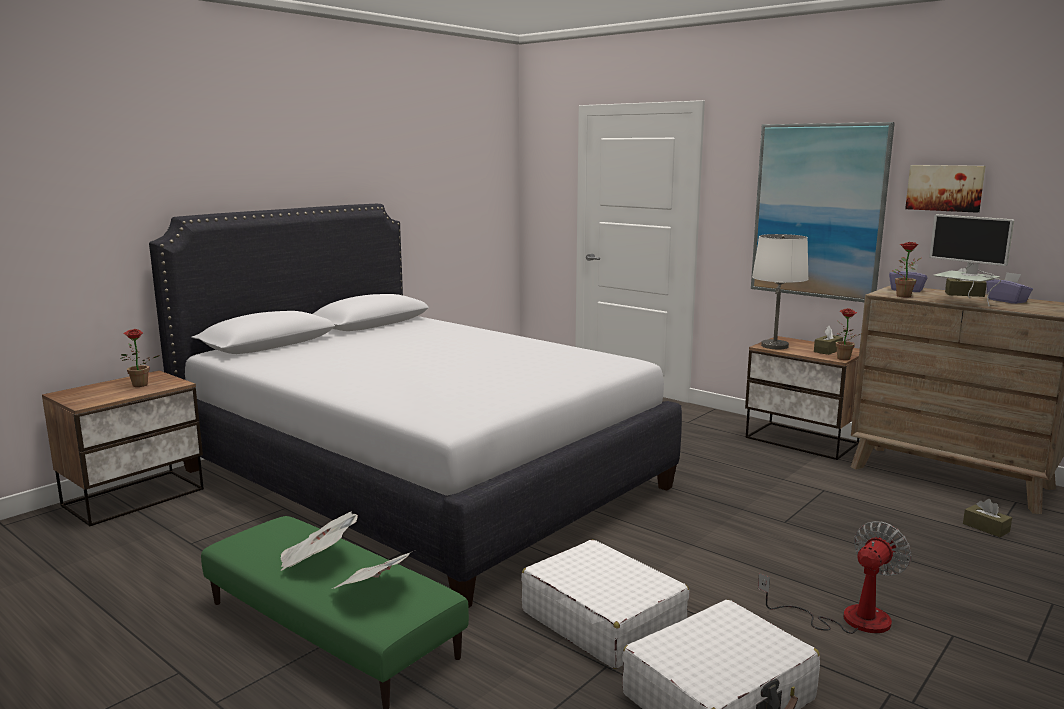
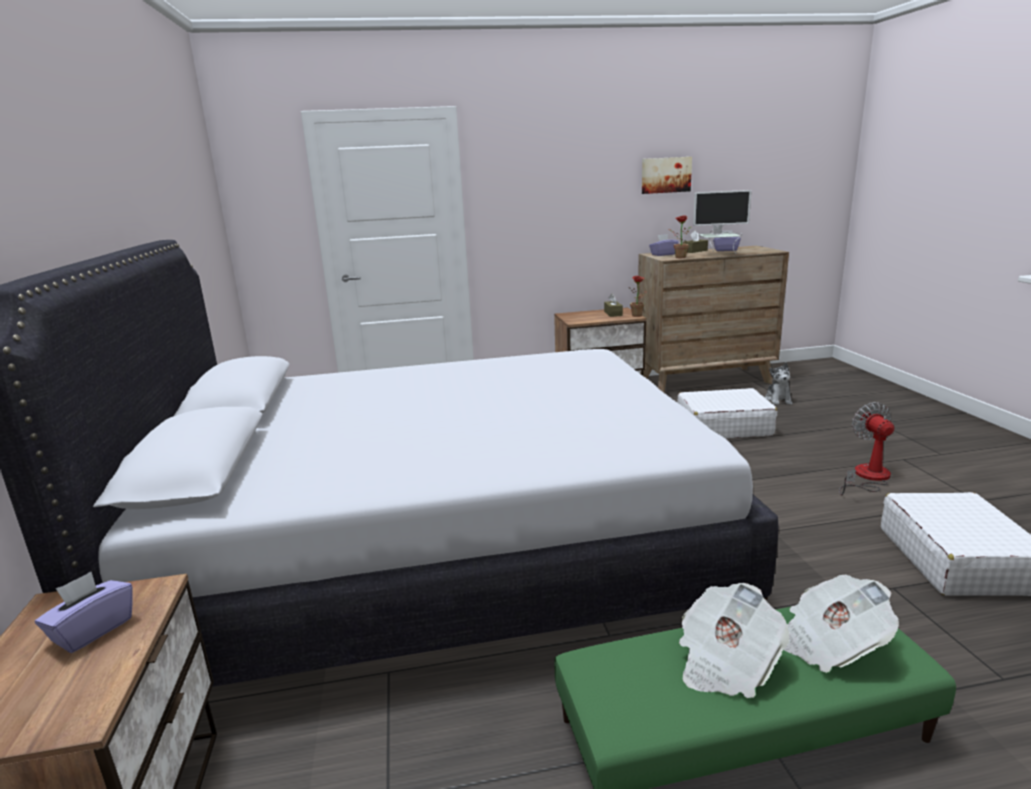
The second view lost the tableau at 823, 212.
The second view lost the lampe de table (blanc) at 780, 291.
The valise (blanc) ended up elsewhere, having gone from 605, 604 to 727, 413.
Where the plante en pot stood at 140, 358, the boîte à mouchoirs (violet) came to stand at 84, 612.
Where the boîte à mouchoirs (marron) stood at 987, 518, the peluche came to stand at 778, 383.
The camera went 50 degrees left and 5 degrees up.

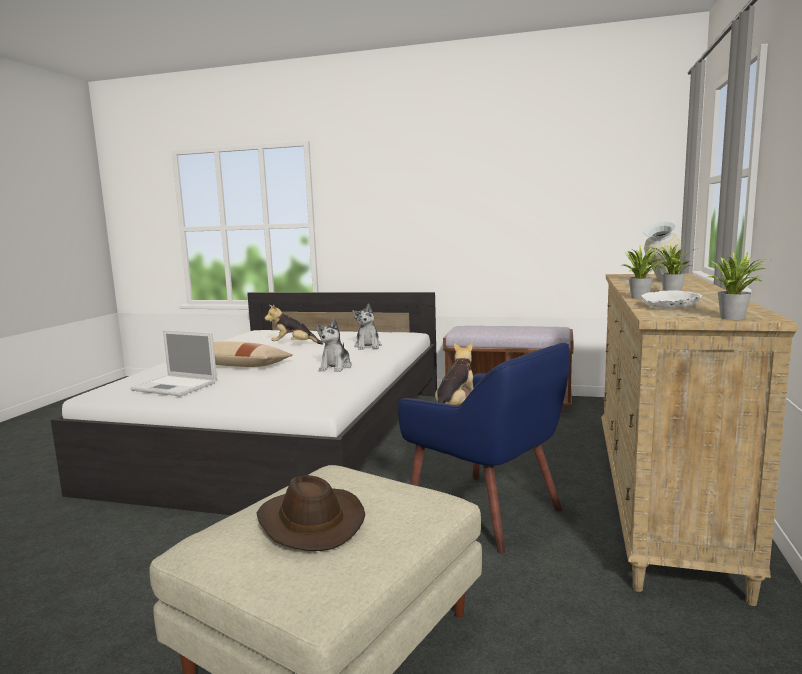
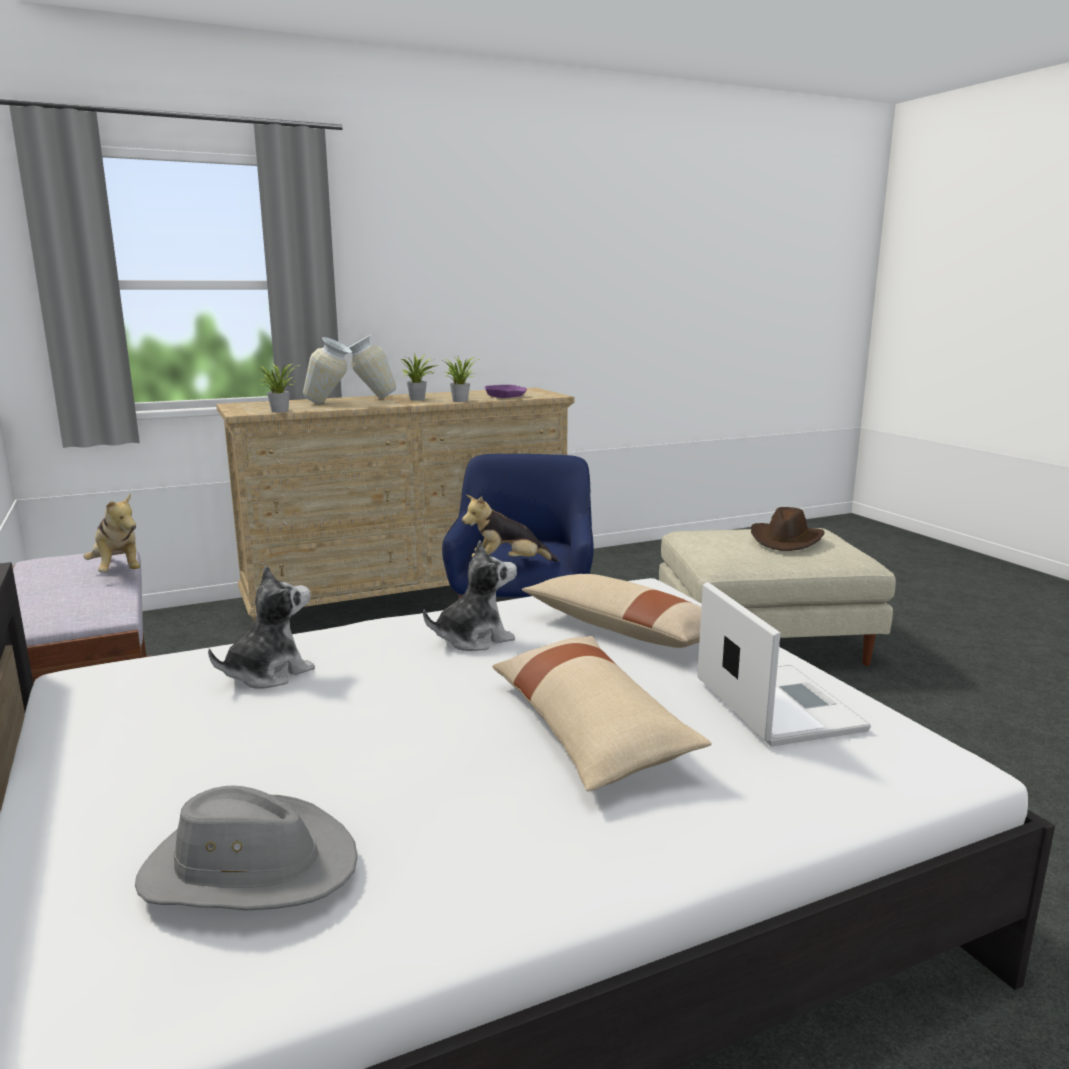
The second view gained the chapeau (gris) at 246, 847.
The second view gained the vase at 372, 366.
The second view gained the coussin (beige) at 611, 611.
The peluche ended up elsewhere, having gone from 294, 325 to 111, 532.
The plante en pot ended up elsewhere, having gone from 738, 285 to 279, 387.
What was the bol (blanc) at 671, 299 turned into the bol (violet) at 506, 391.
The camera went 130 degrees left and 5 degrees up.

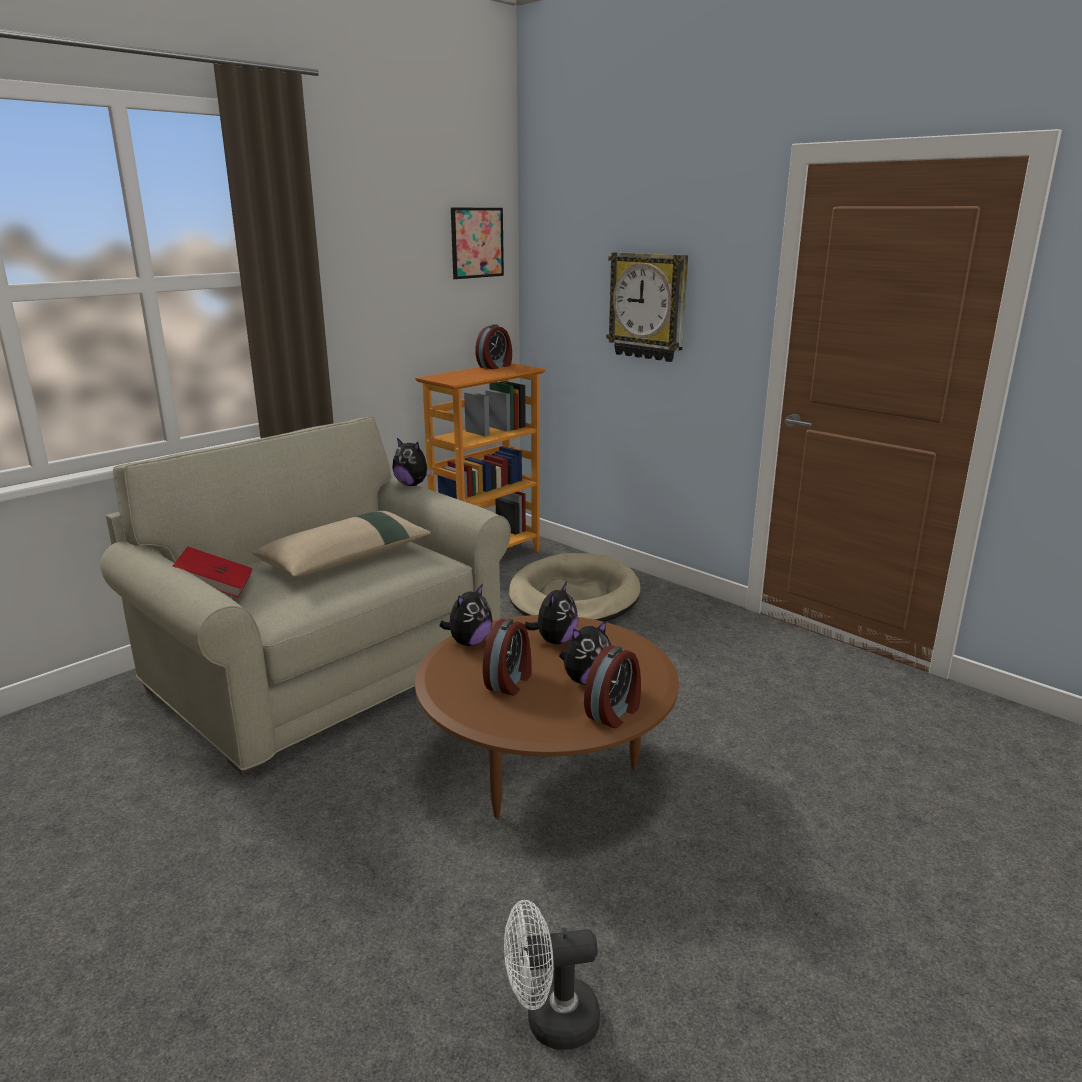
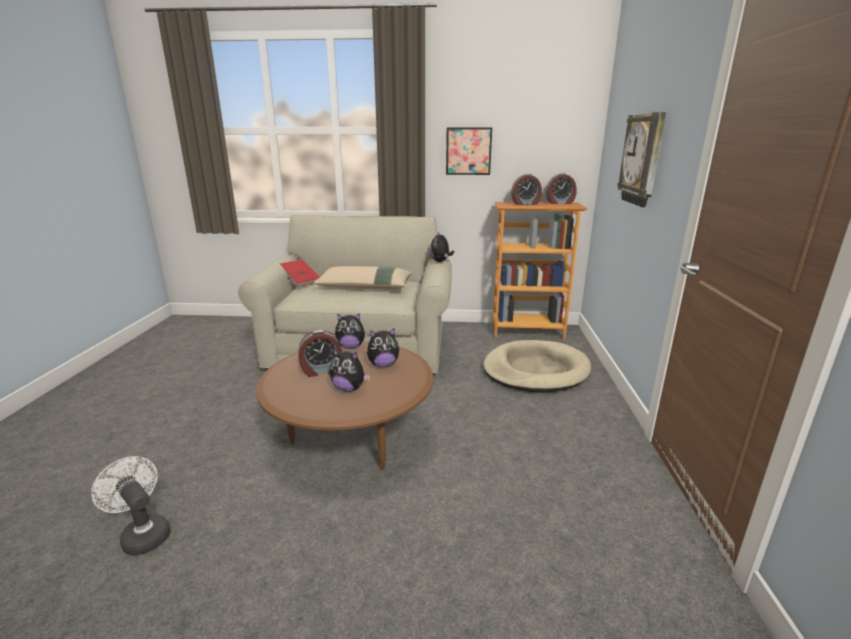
The tableau ended up elsewhere, having gone from 477, 243 to 469, 151.
The réveil ended up elsewhere, having gone from 612, 686 to 526, 189.
The camera went 50 degrees right and 0 degrees up.

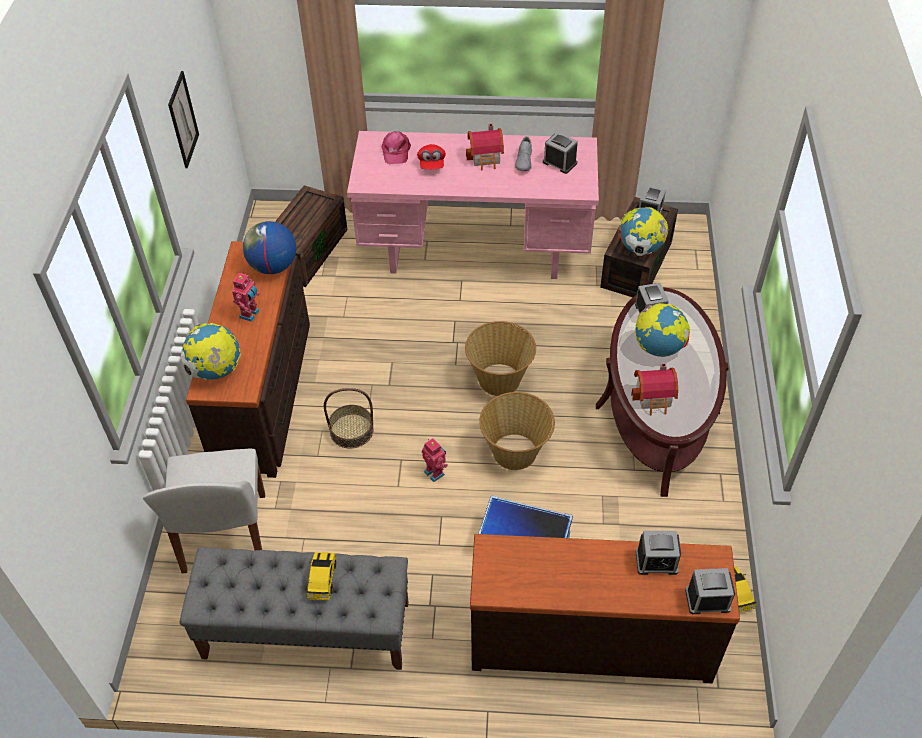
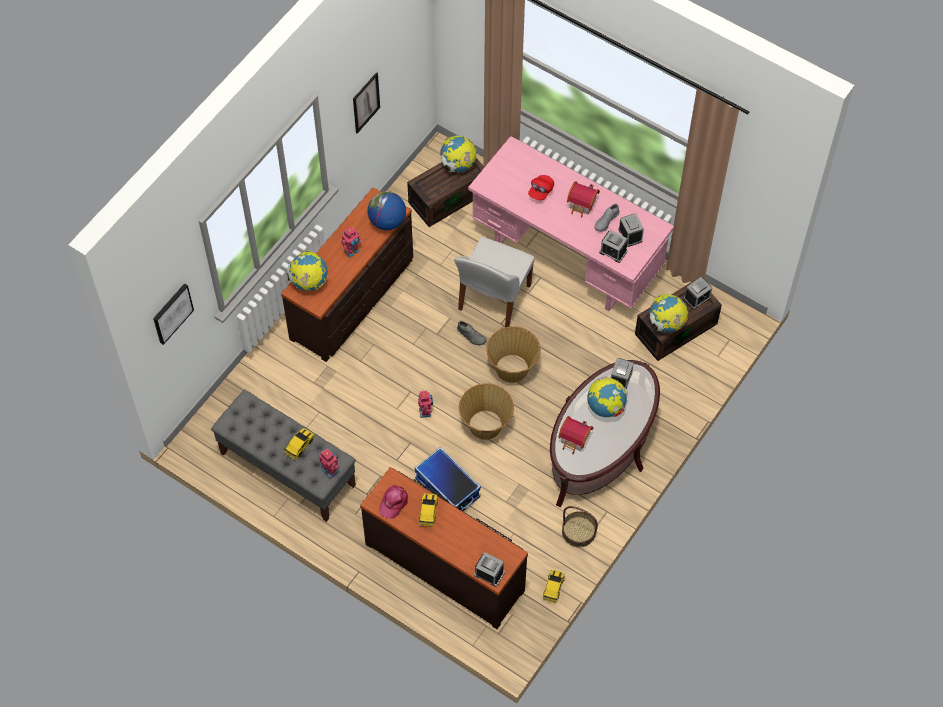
The second view gained the tableau at 173, 314.
The second view gained the robot jouet at 329, 463.
The second view gained the petite voiture at 428, 510.
The second view gained the globe at 458, 154.
The second view gained the chaussure (gris) at 472, 333.
The chaise (blanc) ended up elsewhere, having gone from 204, 511 to 494, 282.
The panier ended up elsewhere, having gone from 348, 418 to 580, 526.
The casquette (rose) ended up elsewhere, having gone from 396, 147 to 393, 502.
The réveil ended up elsewhere, having gone from 658, 553 to 613, 246.
The camera went 30 degrees right and 10 degrees up.

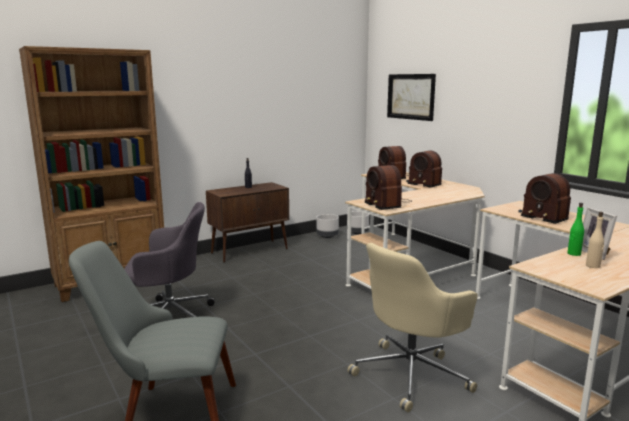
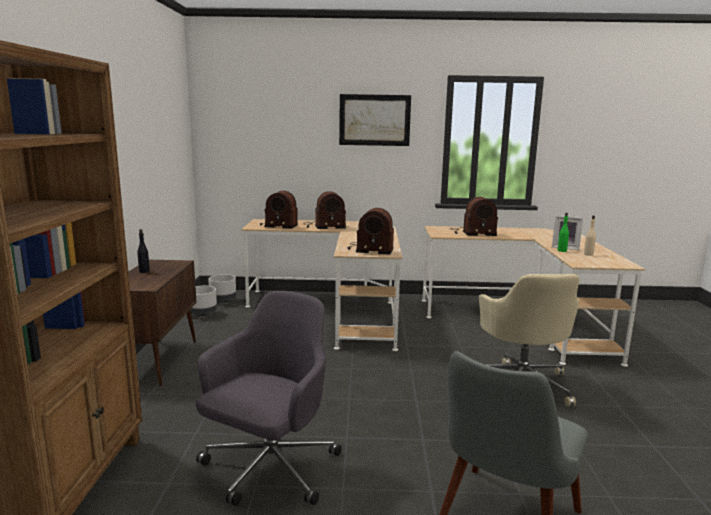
The tableau ended up elsewhere, having gone from 411, 97 to 375, 120.
The camera went 55 degrees left and 0 degrees up.

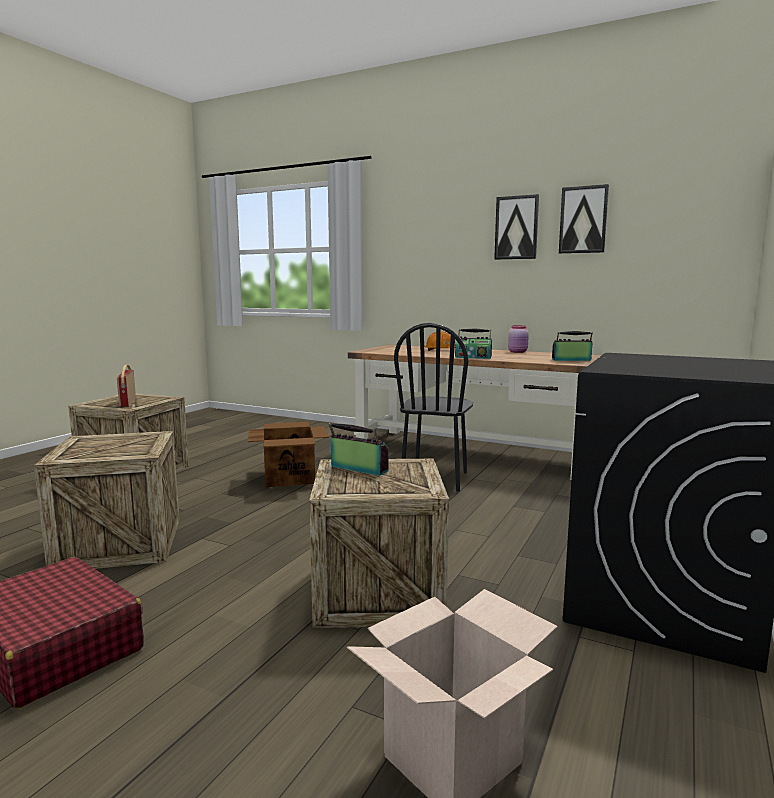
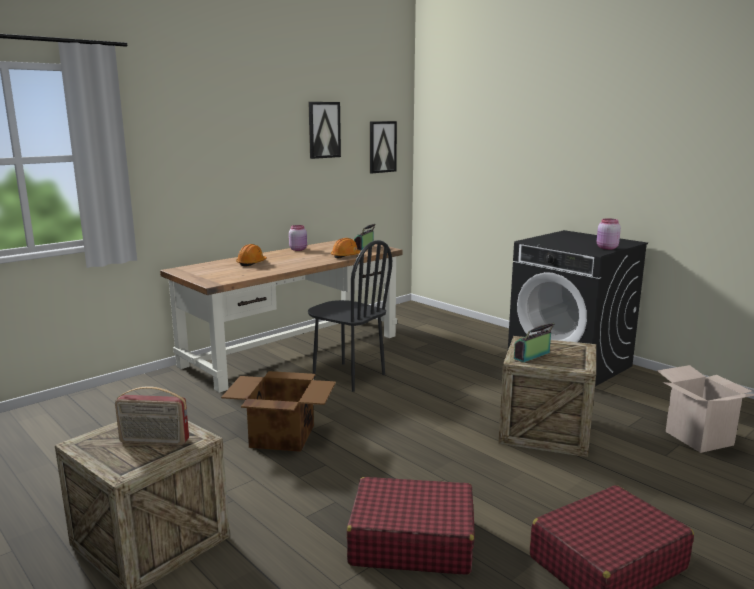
The second view lost the radio at 473, 343.
The second view gained the casque de chantier (orange) at 346, 248.
The second view gained the bocal (rose) at 609, 234.
The tableau ended up elsewhere, having gone from 516, 227 to 383, 147.
Where the caisse stood at 106, 500, the valise (rouge) came to stand at 410, 526.
The camera went 70 degrees left and 5 degrees up.

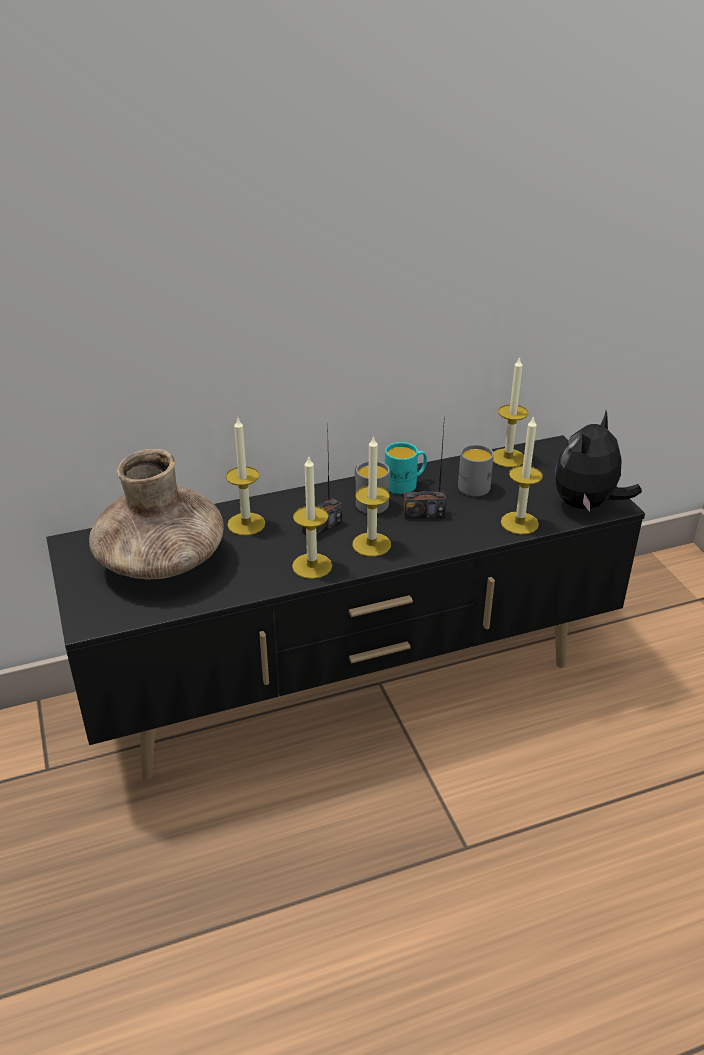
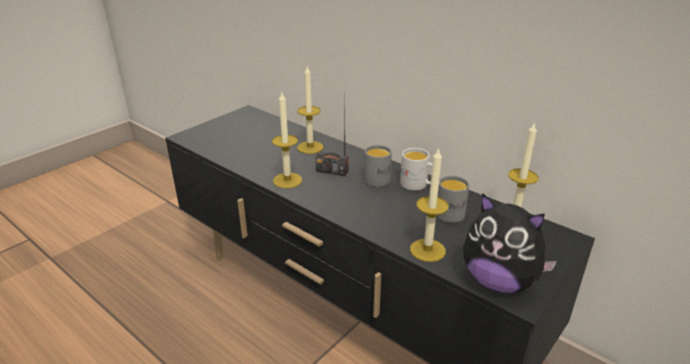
The second view lost the vase (marron) at 156, 514.
The second view lost the bougie at 371, 496.
The second view lost the radio at 424, 467.
What was the mug (turquoise) at 406, 468 turned into the mug (blanc) at 416, 169.
The peluche at 598, 461 ended up facing another way, 150 degrees counterclockwise from before.
The camera went 60 degrees right and 5 degrees down.

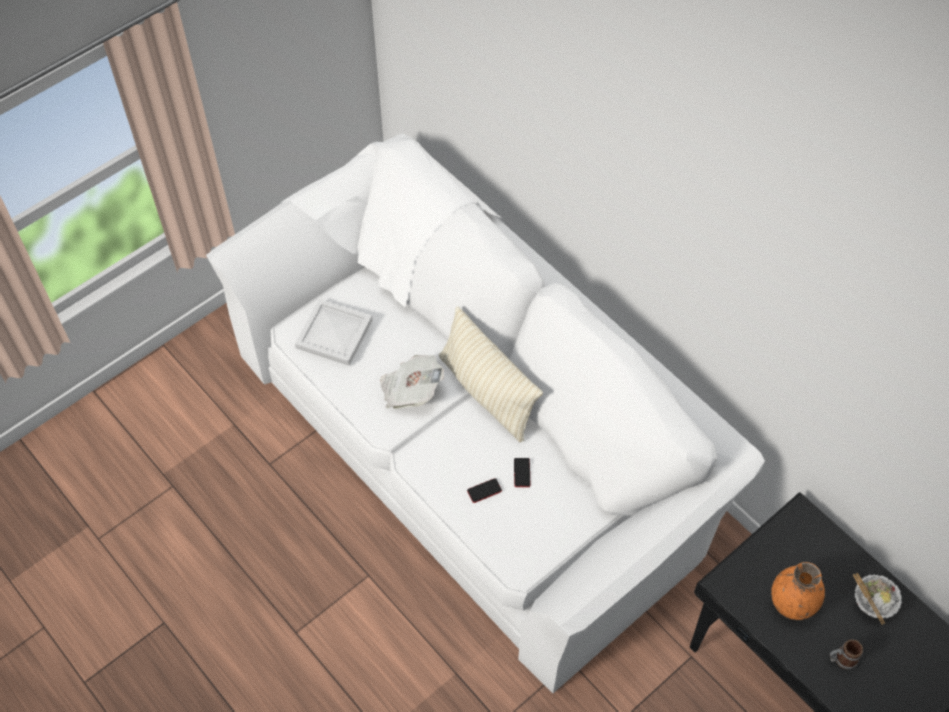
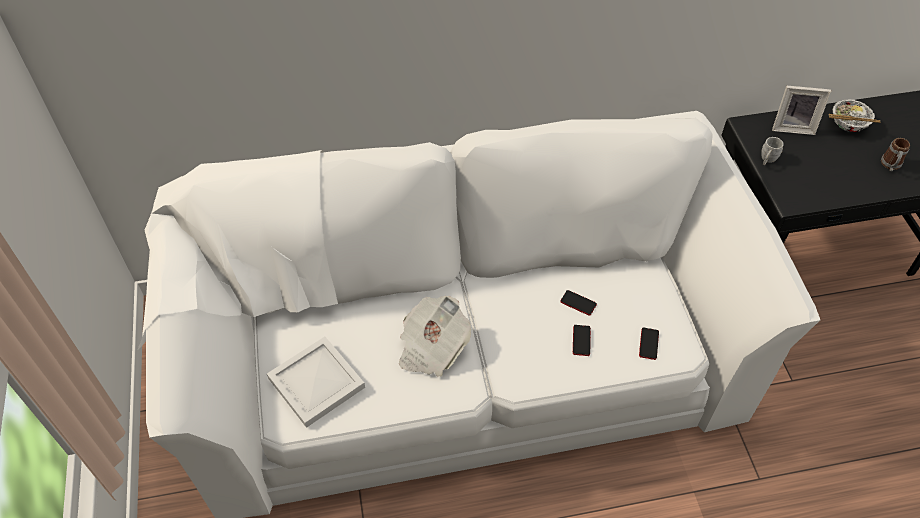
The second view lost the coussin (beige) at 491, 374.
The second view lost the vase (orange) at 798, 591.
The second view gained the téléphone at 649, 343.
The second view gained the mug (gris) at 772, 151.
The second view gained the cadre photo at 801, 110.
The camera went 60 degrees left and 5 degrees down.

